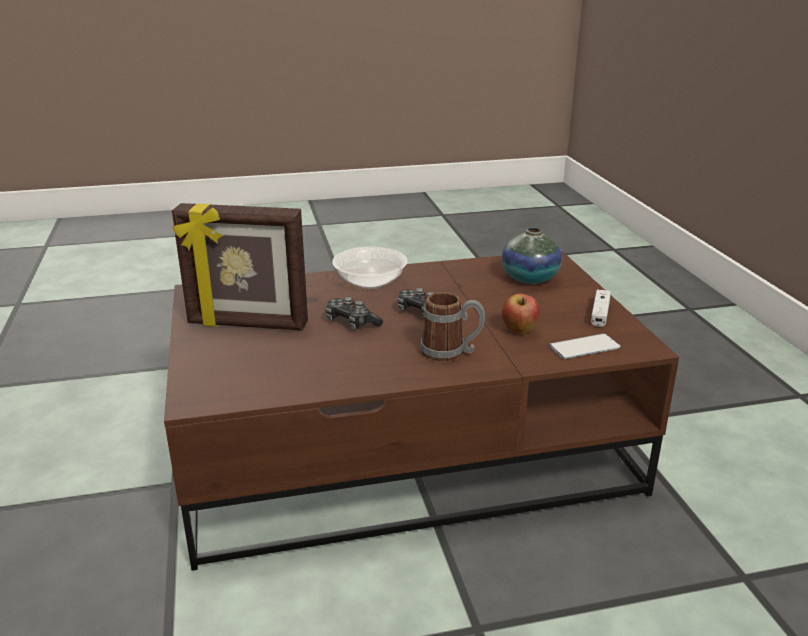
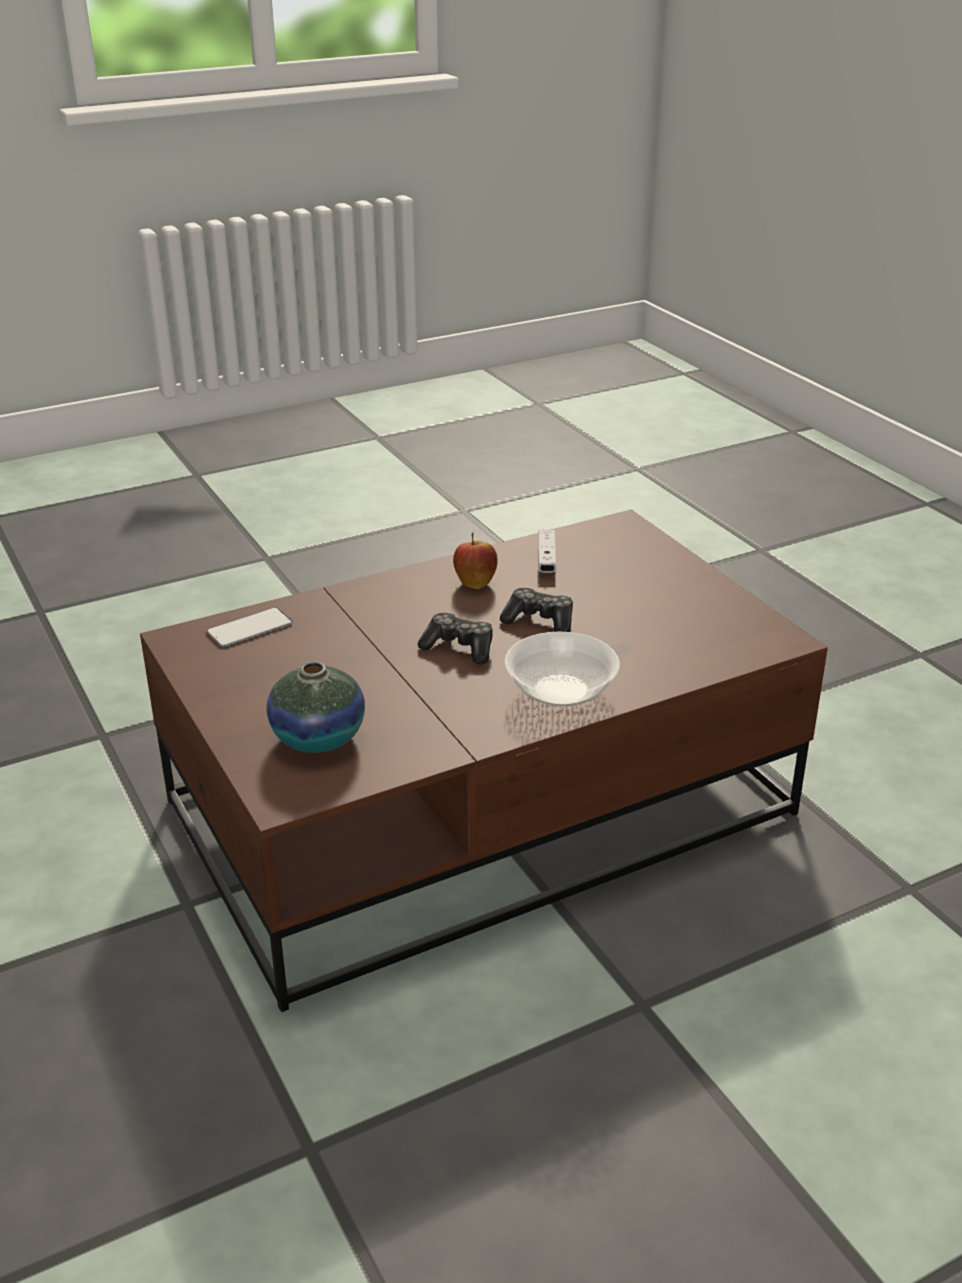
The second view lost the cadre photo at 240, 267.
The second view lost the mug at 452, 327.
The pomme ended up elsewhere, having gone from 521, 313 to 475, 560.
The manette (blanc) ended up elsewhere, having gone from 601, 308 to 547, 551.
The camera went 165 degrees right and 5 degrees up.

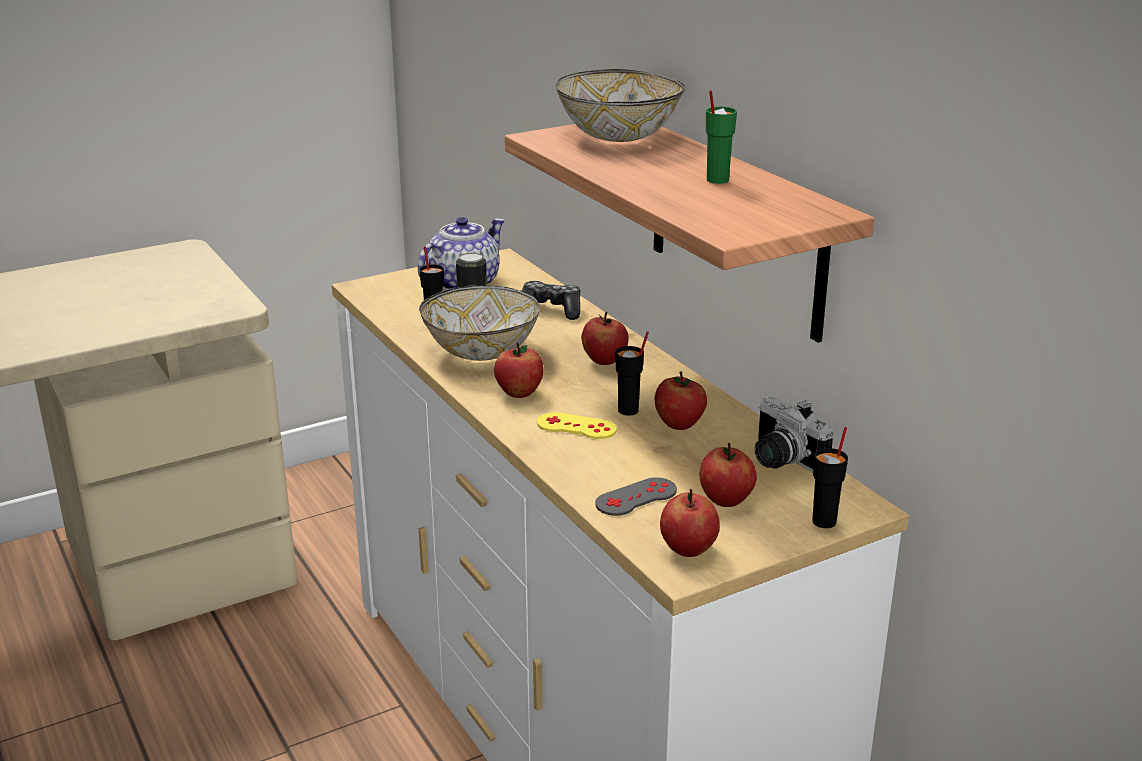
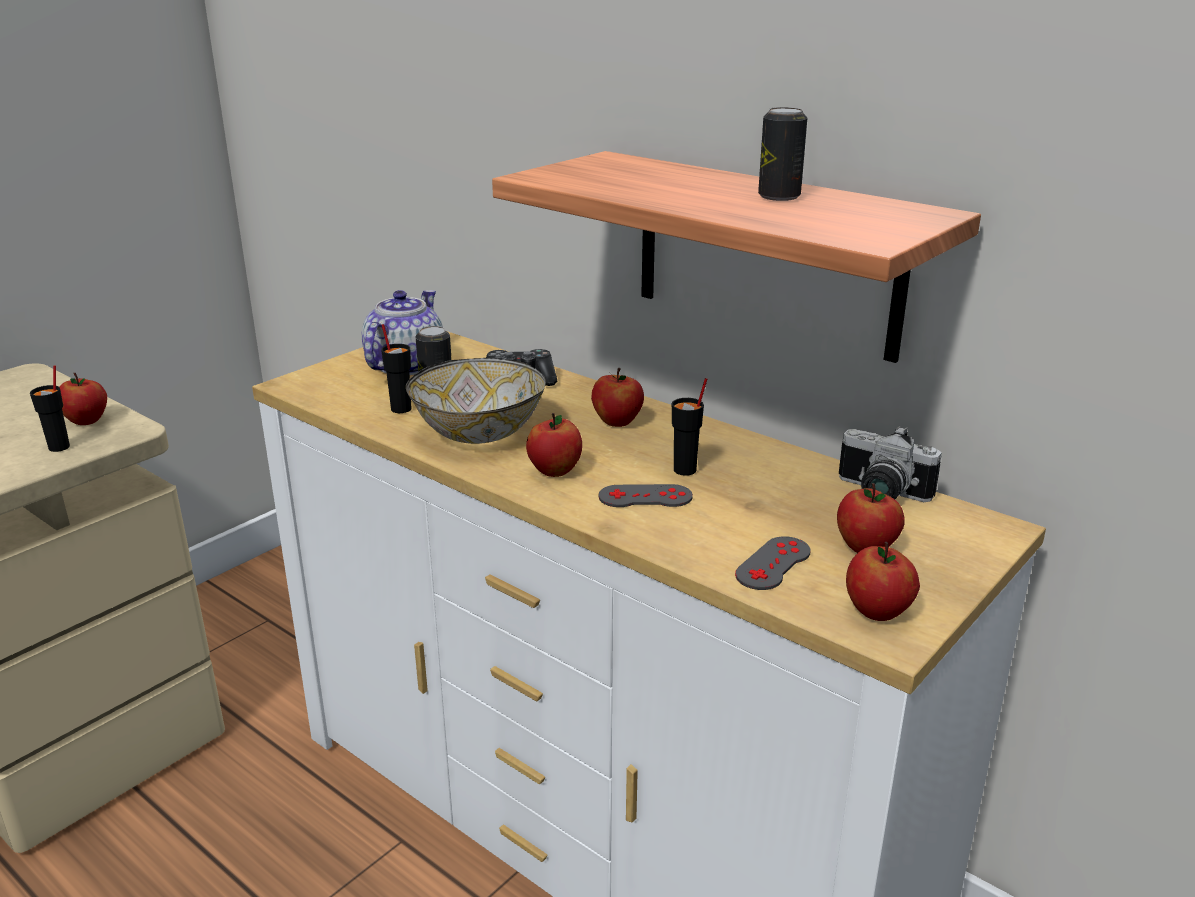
The second view lost the bol at 620, 105.
The pomme ended up elsewhere, having gone from 681, 400 to 83, 399.
The tasse (noir) ended up elsewhere, having gone from 830, 477 to 50, 409.
Where the tasse (vert) stood at 721, 137, the boîte métallique came to stand at 782, 154.
What was the manette (jaune) at 577, 425 turned into the manette (gris) at 645, 495.
The camera went 20 degrees left and 0 degrees up.

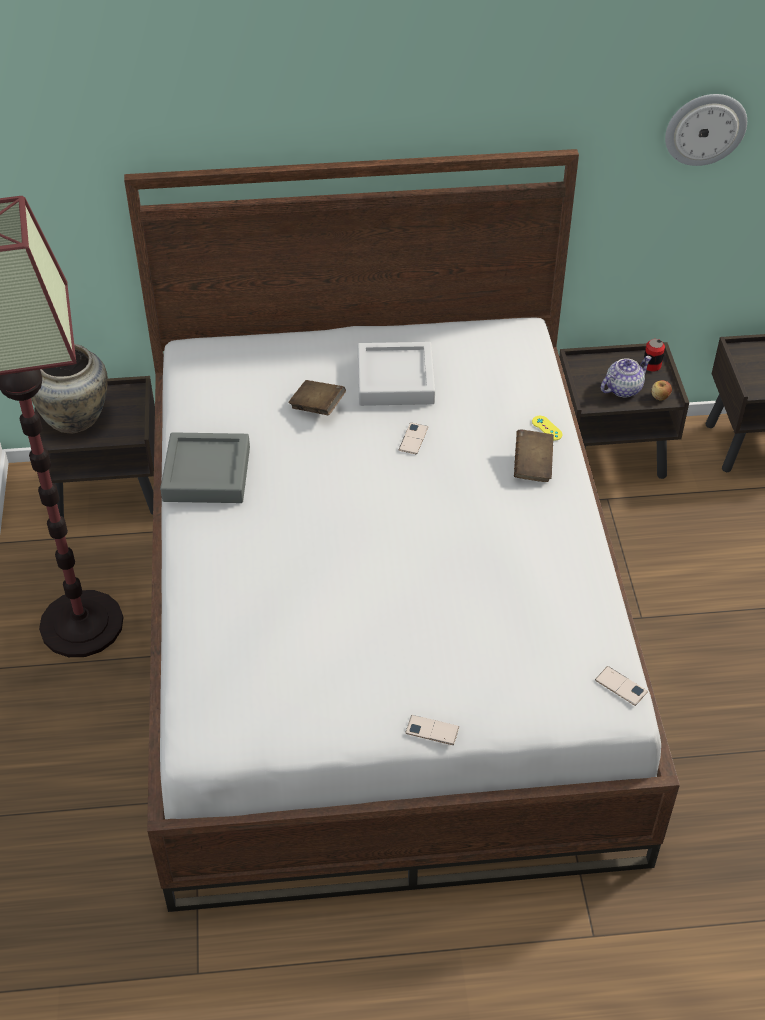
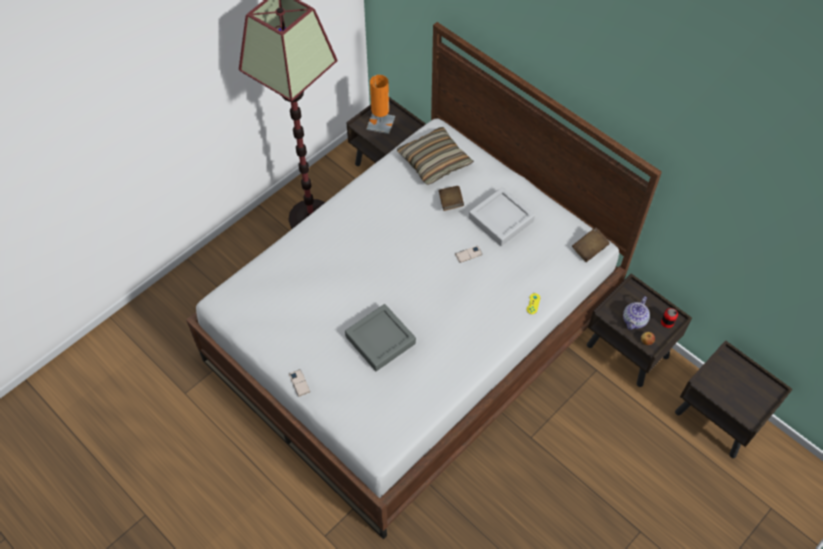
The second view lost the téléphone at 621, 686.
The second view lost the horloge murale at 706, 130.
The second view gained the coussin at 435, 156.
The plateau (gris) ended up elsewhere, having gone from 205, 467 to 380, 337.
The livre (marron) ended up elsewhere, having gone from 534, 455 to 591, 244.
Where the vase (beige) stood at 69, 388, the lampe de table (orange) came to stand at 380, 104.
The théière at 626, 376 ended up facing another way, 105 degrees clockwise from before.
The camera went 50 degrees right and 10 degrees up.

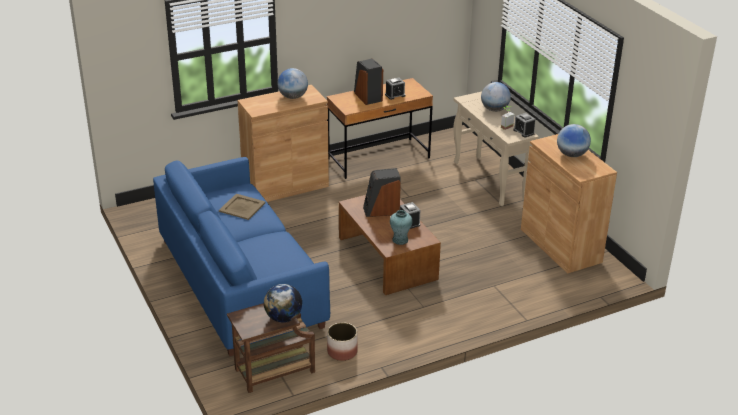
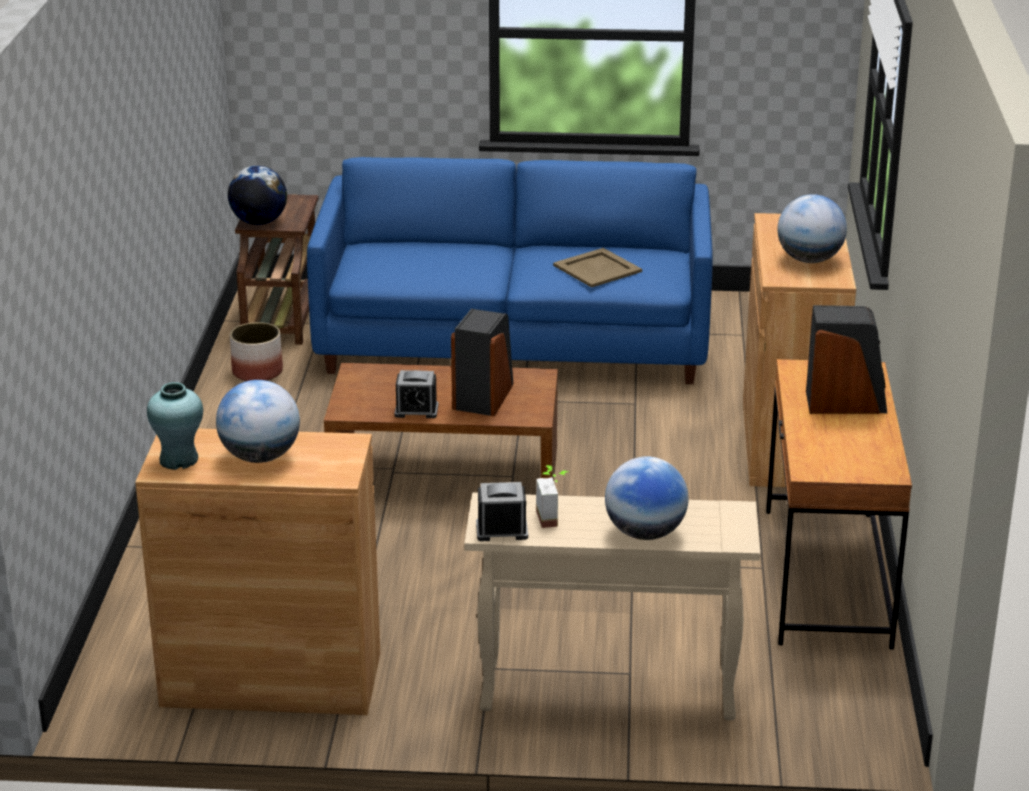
The second view lost the réveil at 395, 88.
The vase (turquoise) ended up elsewhere, having gone from 401, 227 to 175, 426.
The camera went 120 degrees right and 5 degrees down.

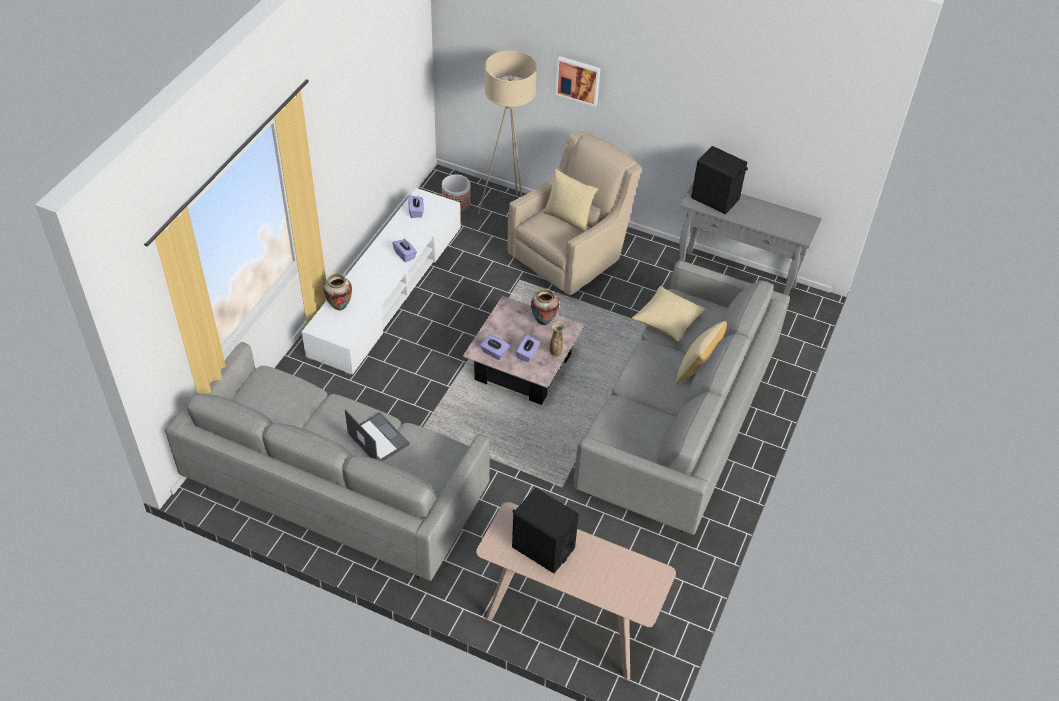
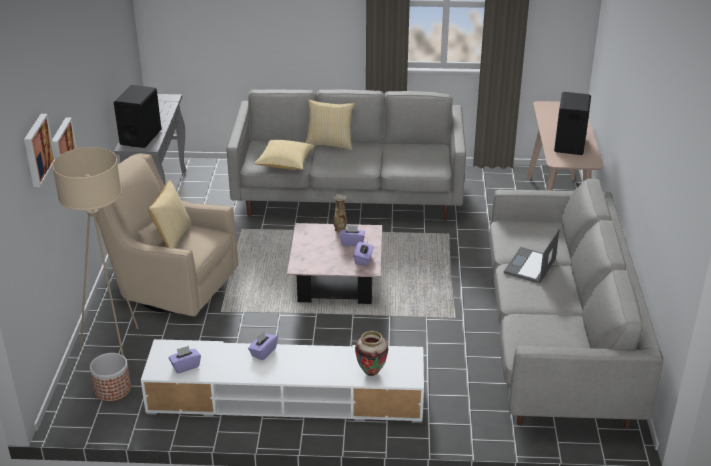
The second view lost the vase at 545, 307.
The second view gained the tableau at 40, 150.
The camera went 110 degrees left and 15 degrees down.

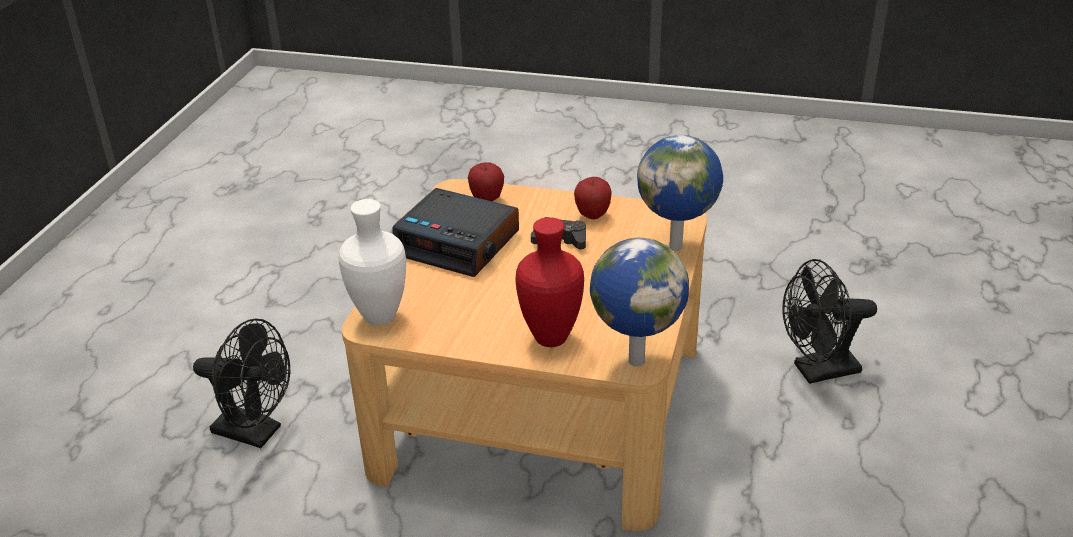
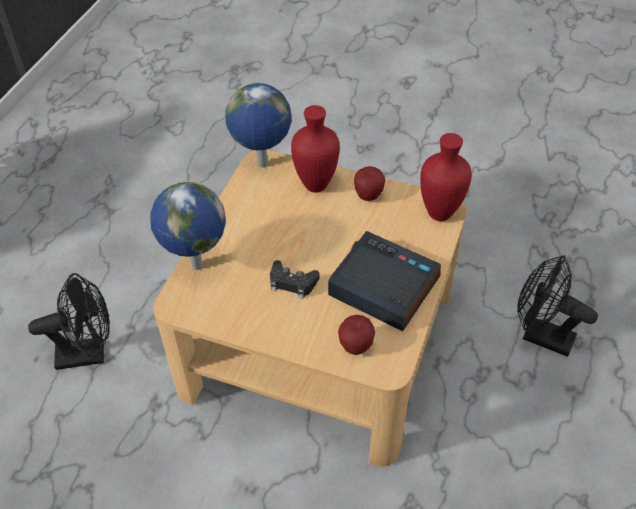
The pomme ended up elsewhere, having gone from 593, 198 to 369, 183.
What was the vase (blanc) at 372, 262 turned into the vase (rouge) at 446, 177.
The camera went 175 degrees left and 15 degrees up.

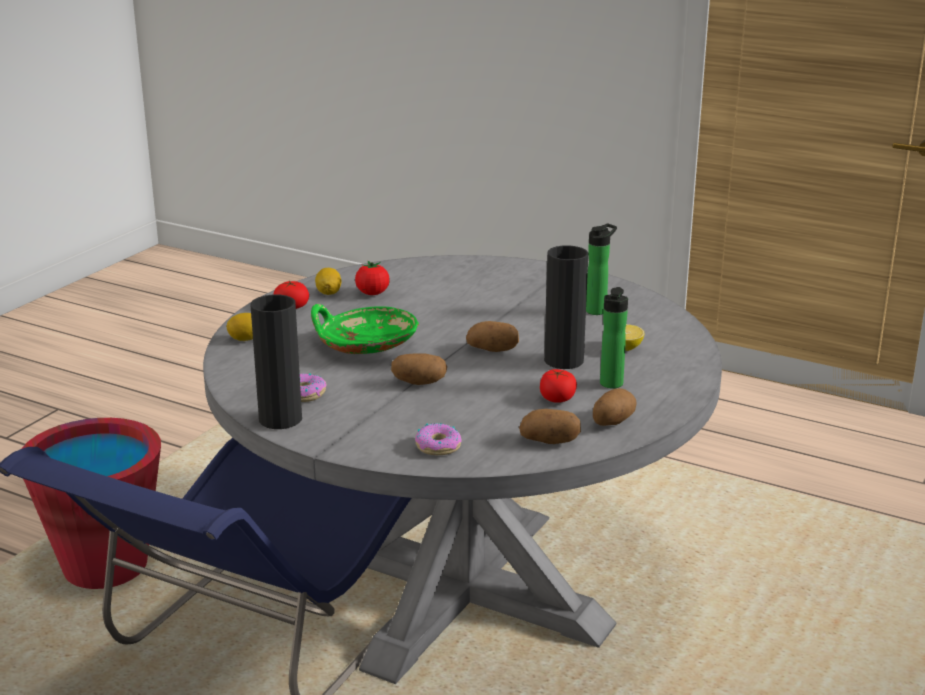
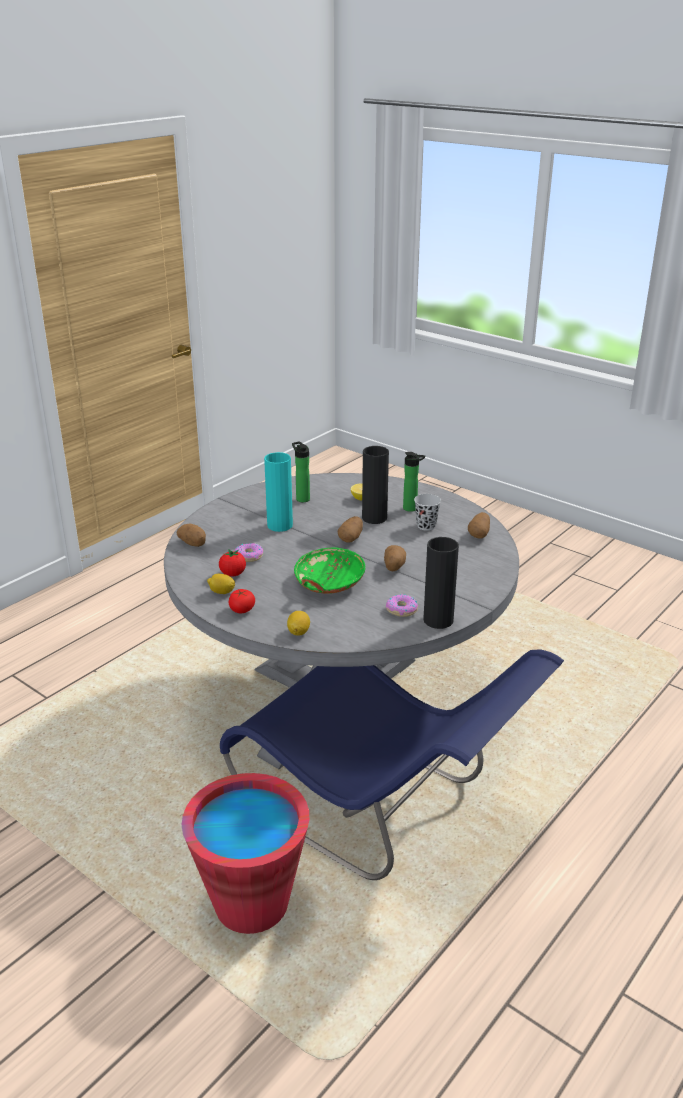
The second view gained the vase (turquoise) at 278, 492.
The beignet ended up elsewhere, having gone from 438, 439 to 248, 552.
The pomme de terre ended up elsewhere, having gone from 615, 407 to 191, 535.
Where the tomate stood at 558, 386, the tasse (noir) came to stand at 427, 512.
The camera went 80 degrees left and 5 degrees up.

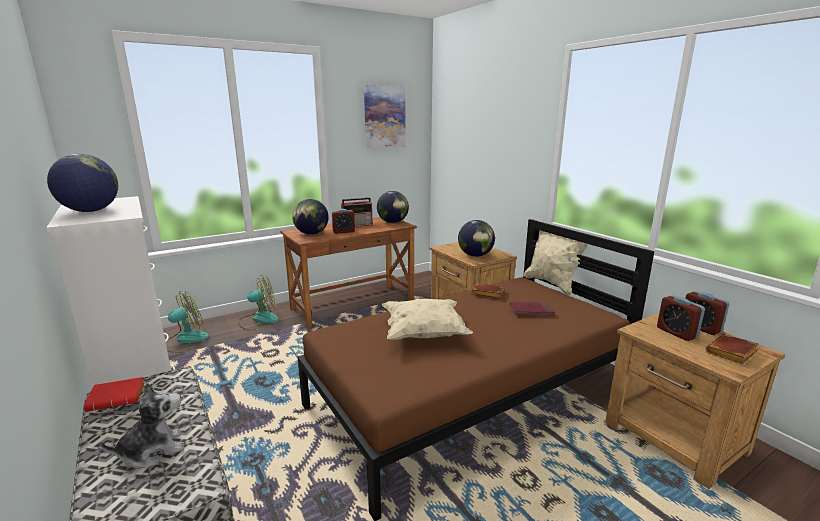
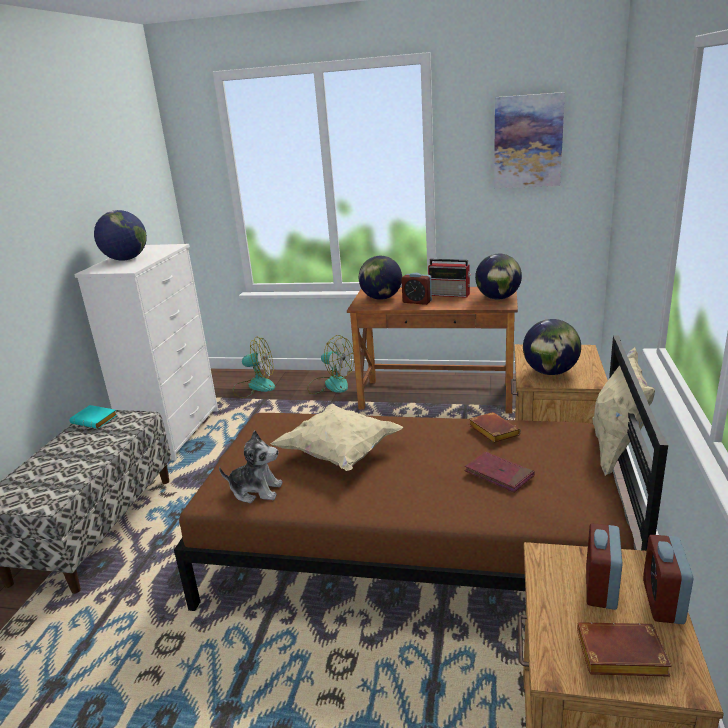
The peluche ended up elsewhere, having gone from 142, 425 to 251, 466.
What was the livre (rouge) at 114, 394 turned into the livre (turquoise) at 93, 417.
The camera went 45 degrees right and 5 degrees up.

